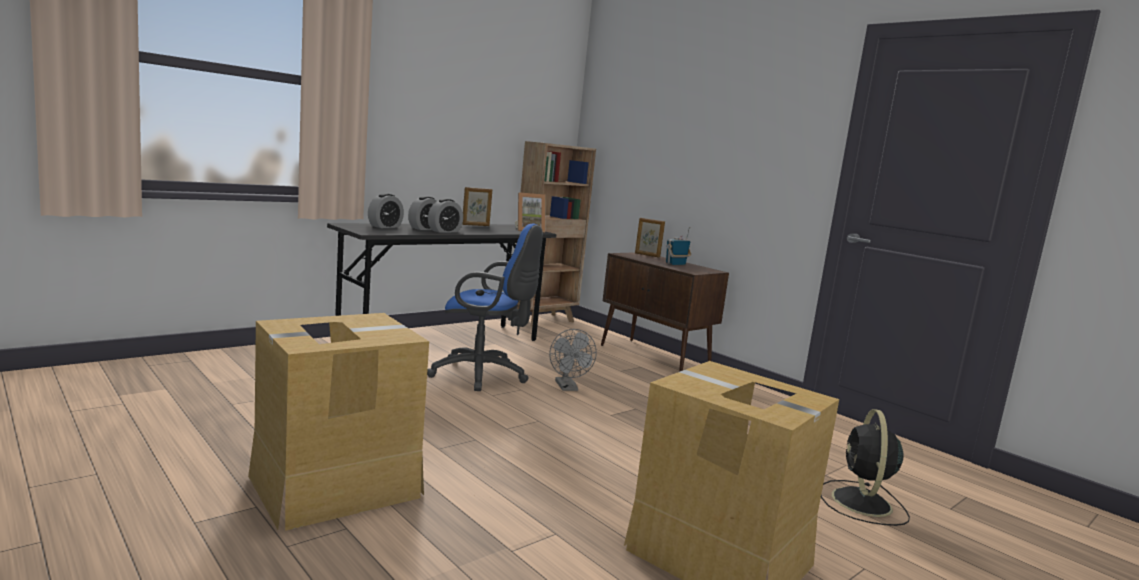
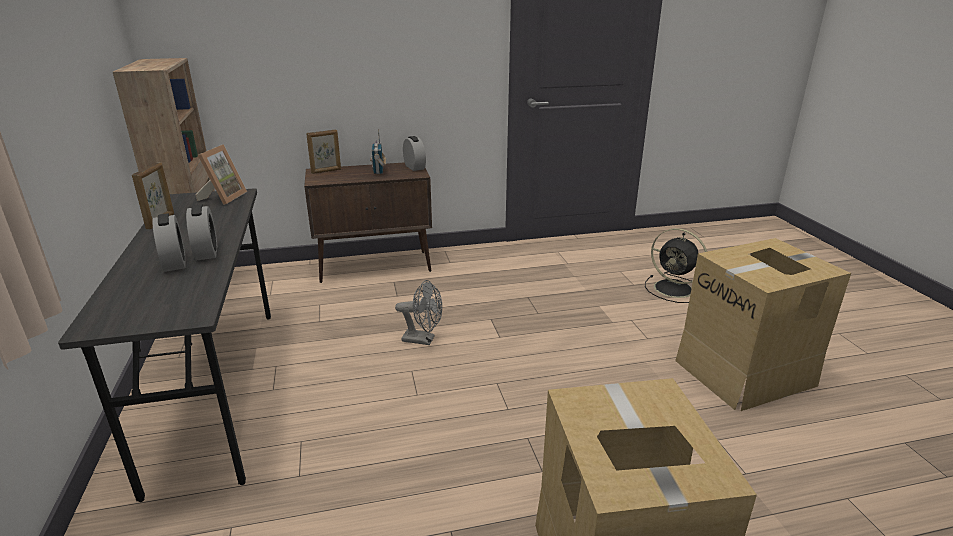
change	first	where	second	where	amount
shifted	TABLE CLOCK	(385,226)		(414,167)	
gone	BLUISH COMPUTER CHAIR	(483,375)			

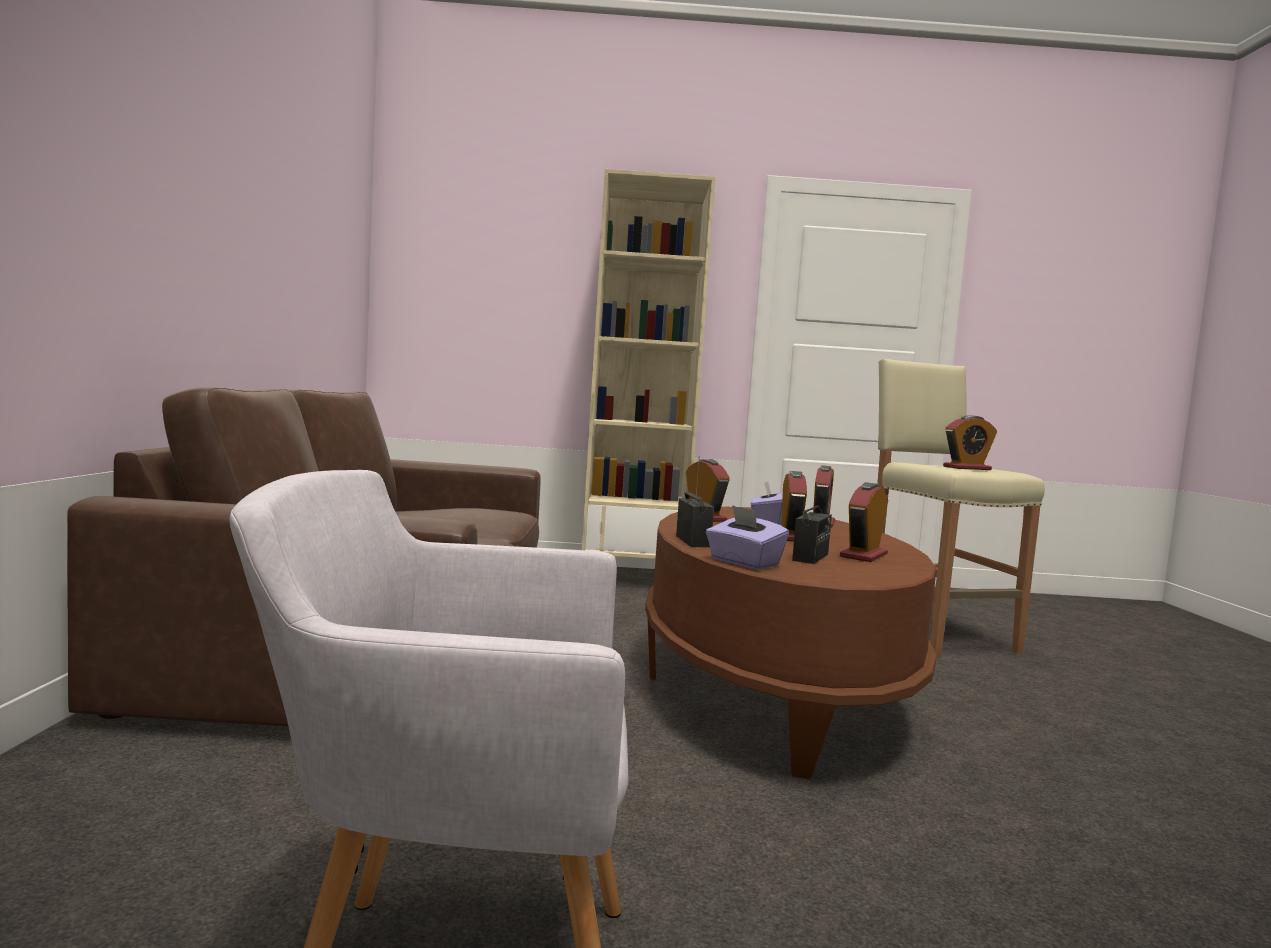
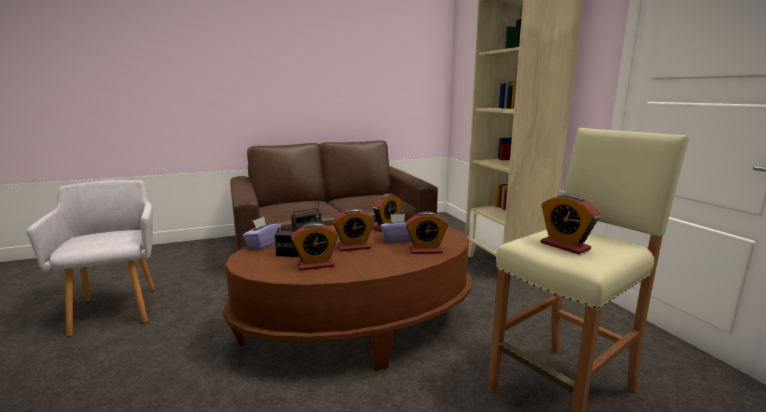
change	first	where	second	where	amount
rotated	TABLE CLOCK	(863,555)		(315,265)	150 degrees clockwise

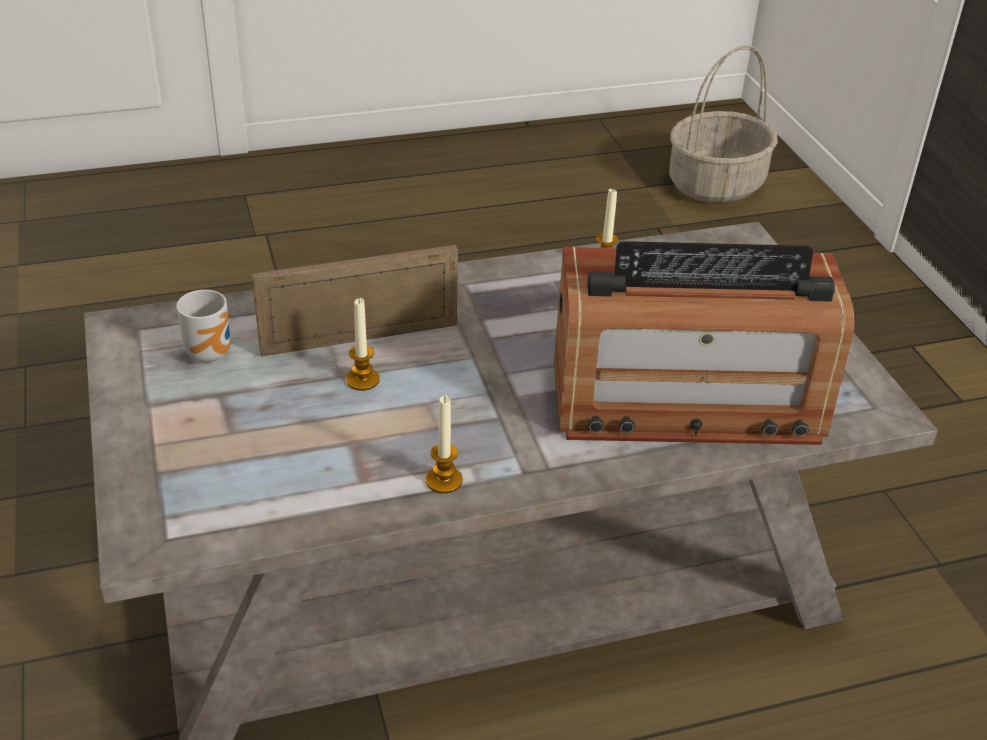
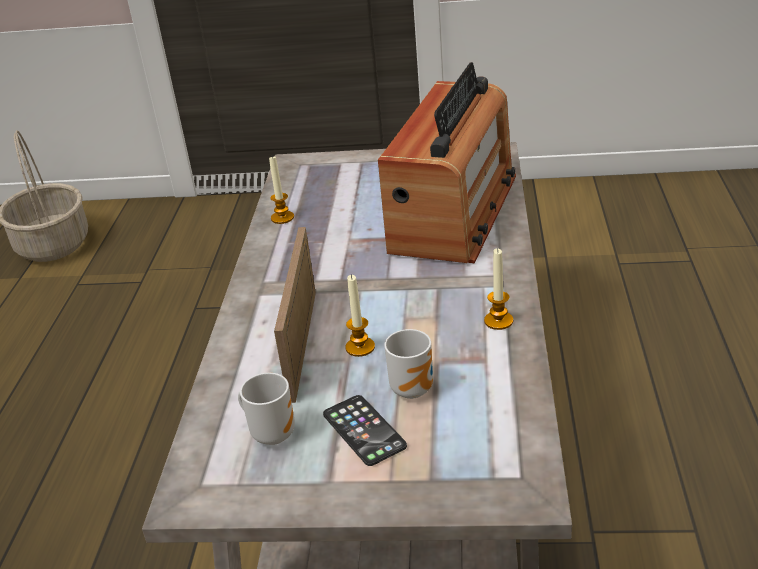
change	first	where	second	where	amount
new			TEA MUG	(414,388)	
new			PHONE	(364,430)	

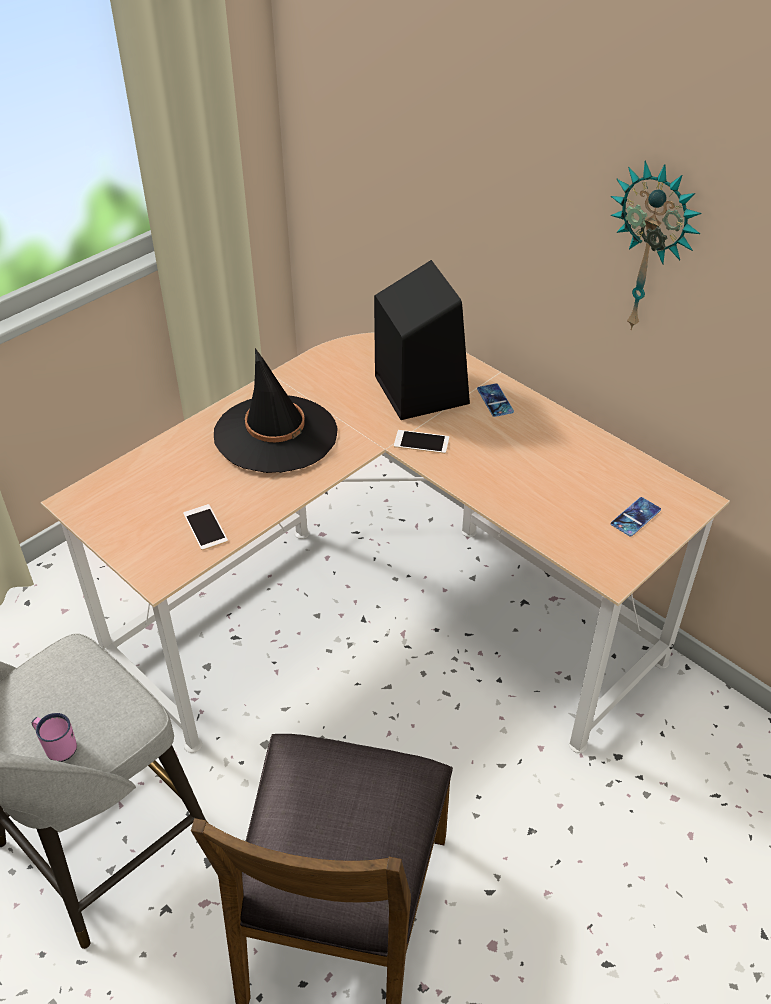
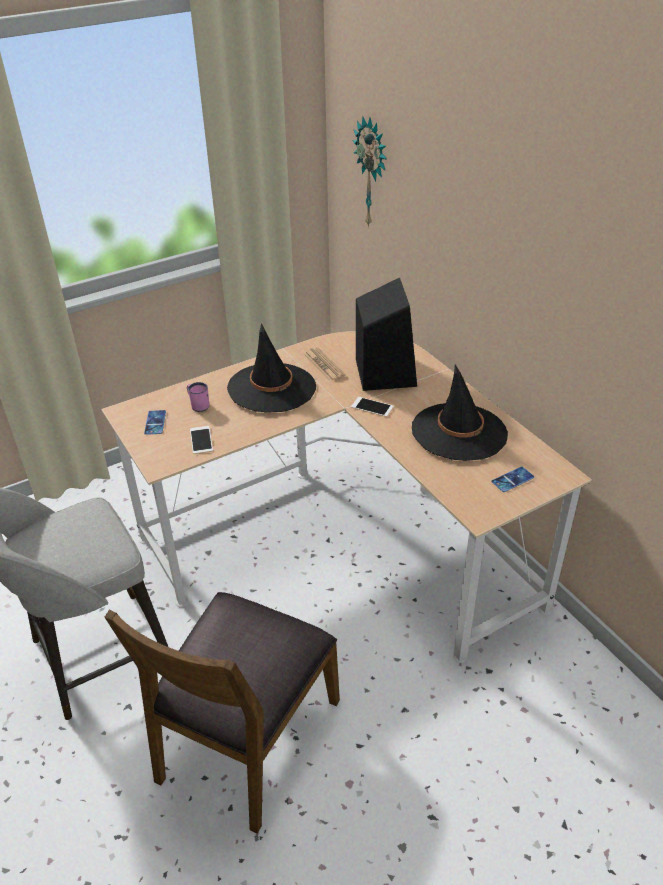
change	first	where	second	where	amount
shifted	HANGING CLOCK	(651,249)		(373,173)	
shifted	PHONE	(495,400)		(155,422)	
shifted	PINKISH TEA MUG	(57,746)		(198,405)	
new			PRINTED PAPER	(324,365)	
new			BLACK-COLOURED WEARABLE HAT	(459,432)	

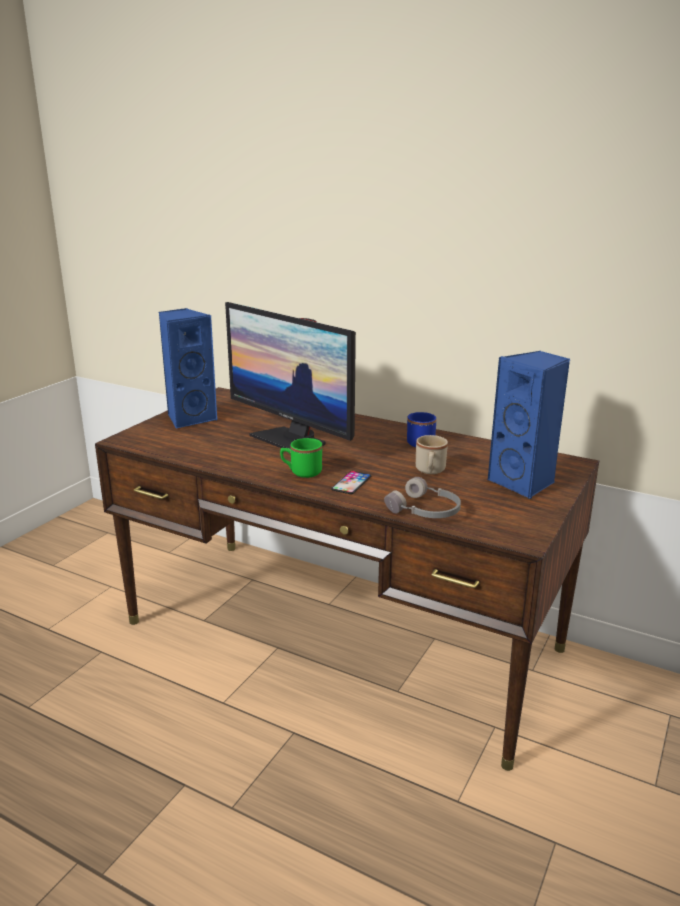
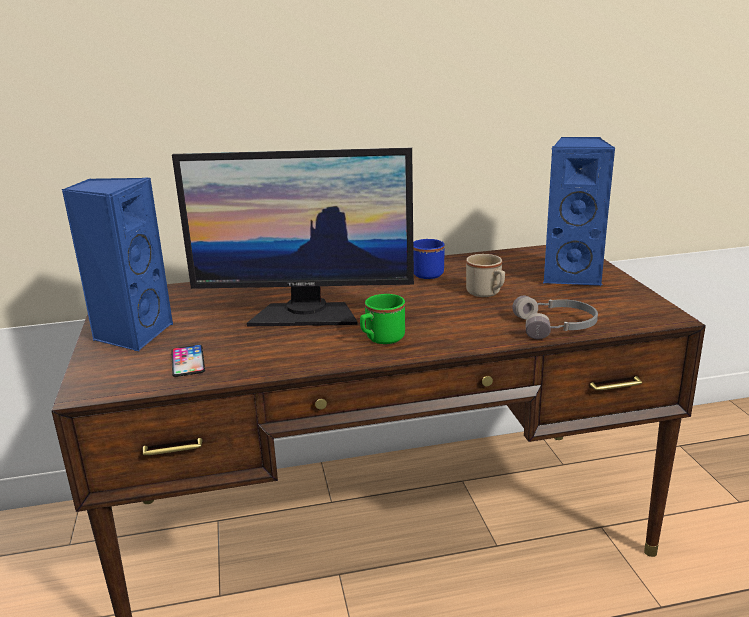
change	first	where	second	where	amount
shifted	PHONE	(351,483)		(187,361)	

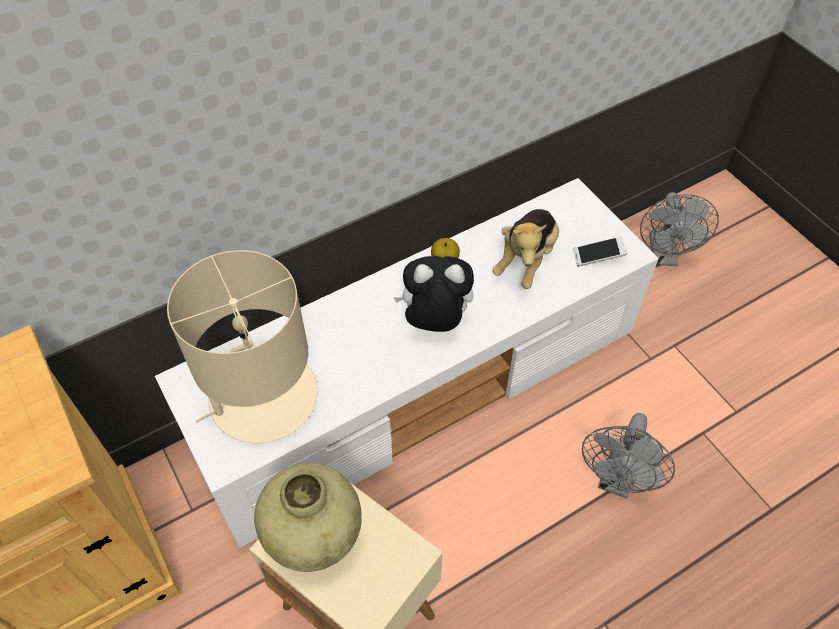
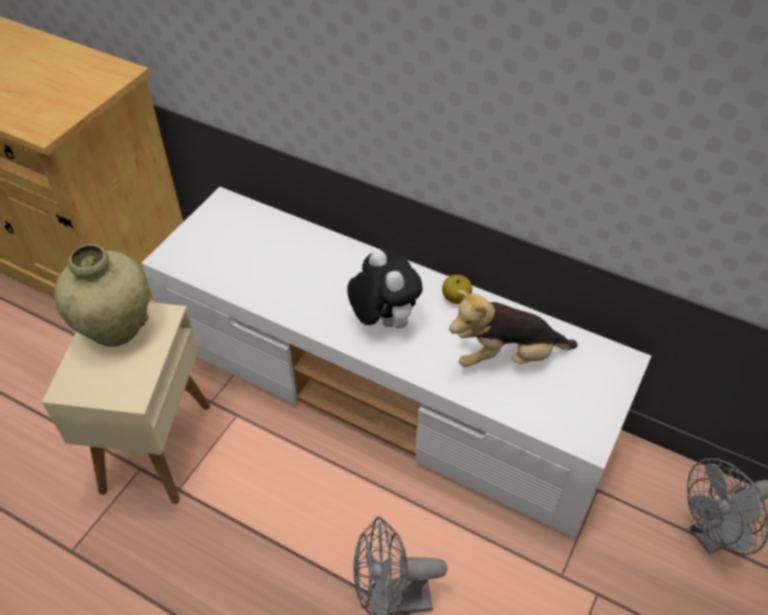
change	first	where	second	where	amount
gone	PHONE	(598,256)			
gone	SAND-COLOURED TABLE LAMP	(262,397)			

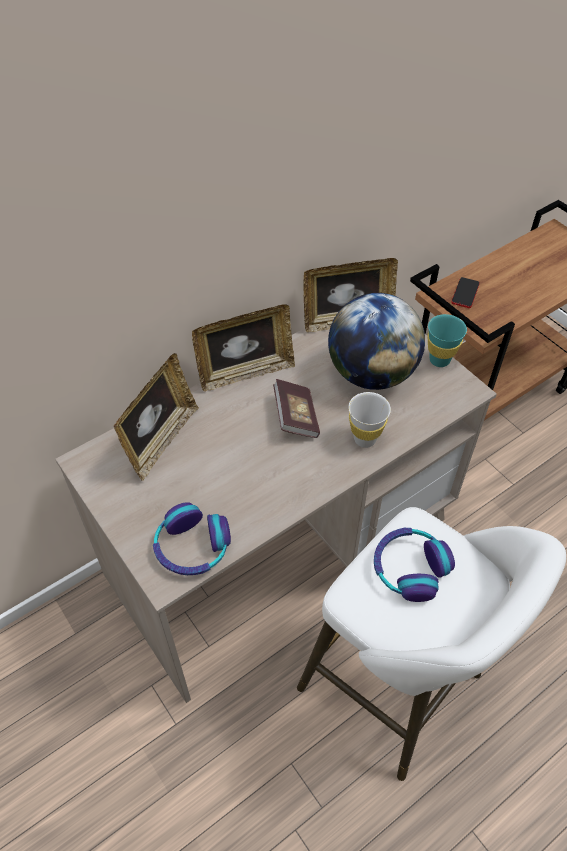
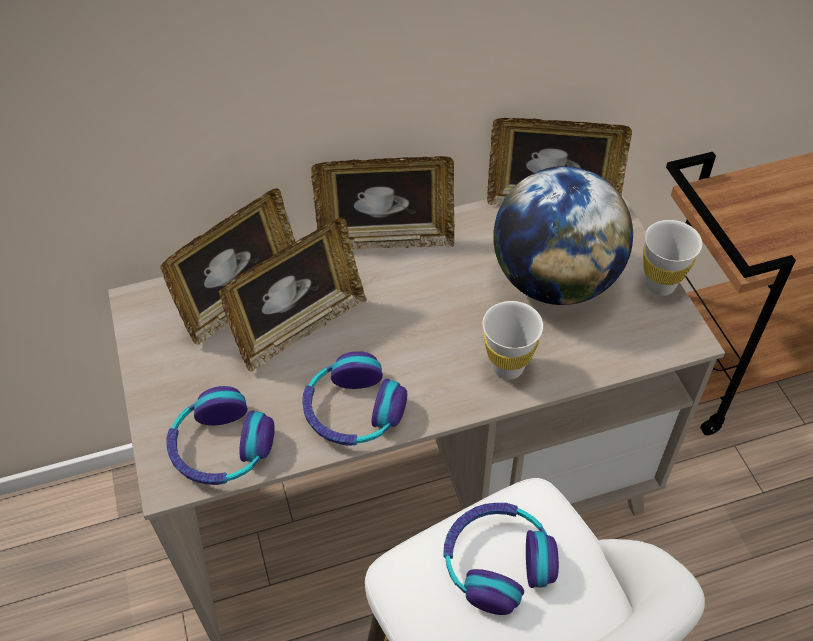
change	first	where	second	where	amount
gone	PHONE	(465,293)			
repainted	BLUE-GREEN CUP	(439,360)	WHITE CUP	(660,285)	
gone	BOUND BOOK	(296,417)			
new			STANDING FRAME	(299,327)	
new			HEADPHONES	(353,410)	

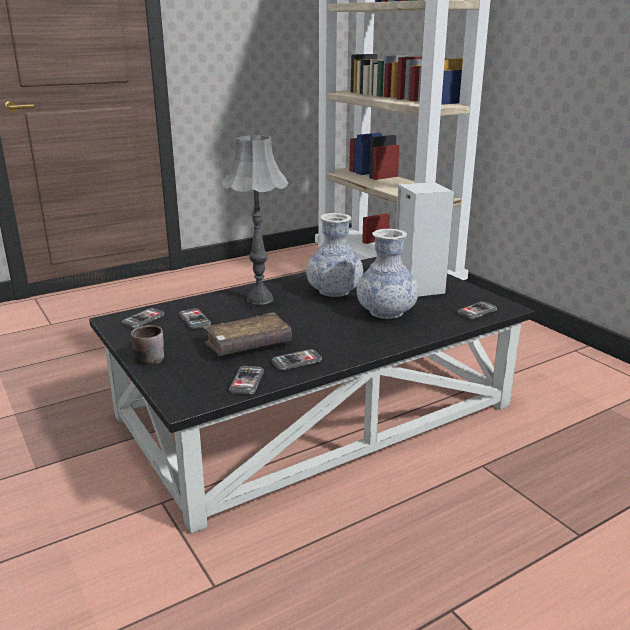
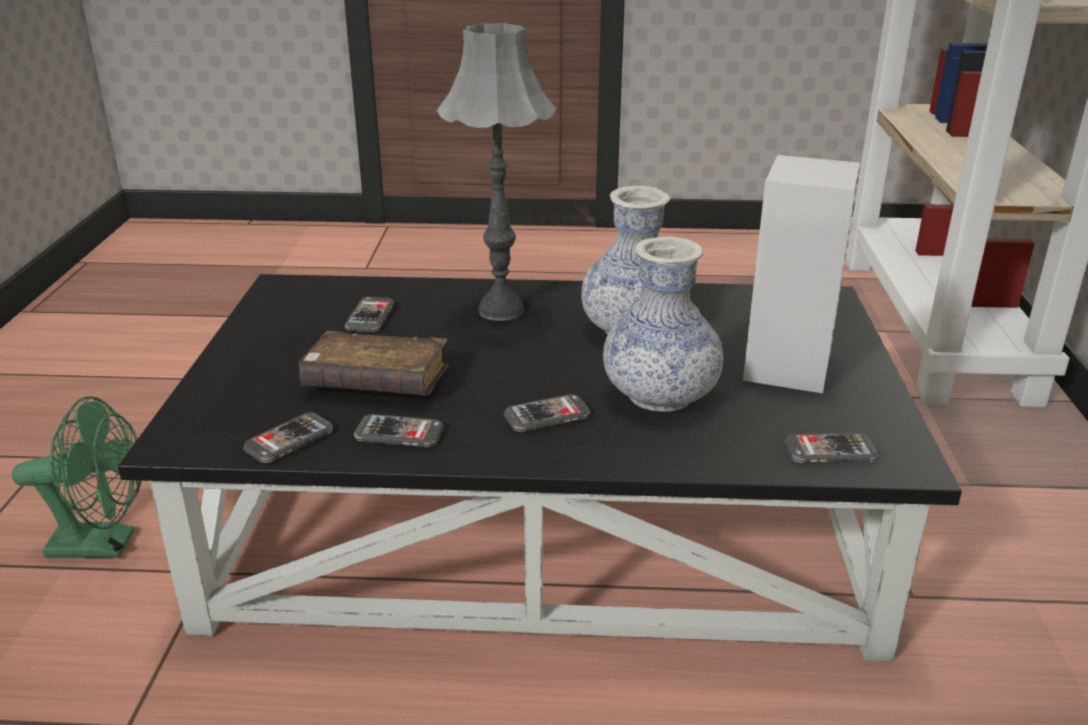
change	first	where	second	where	amount
shifted	PHONE	(143,319)		(547,416)	
gone	BROWNISH TEA MUG	(147,357)			
new			GREEN COOLING FAN	(105,544)	

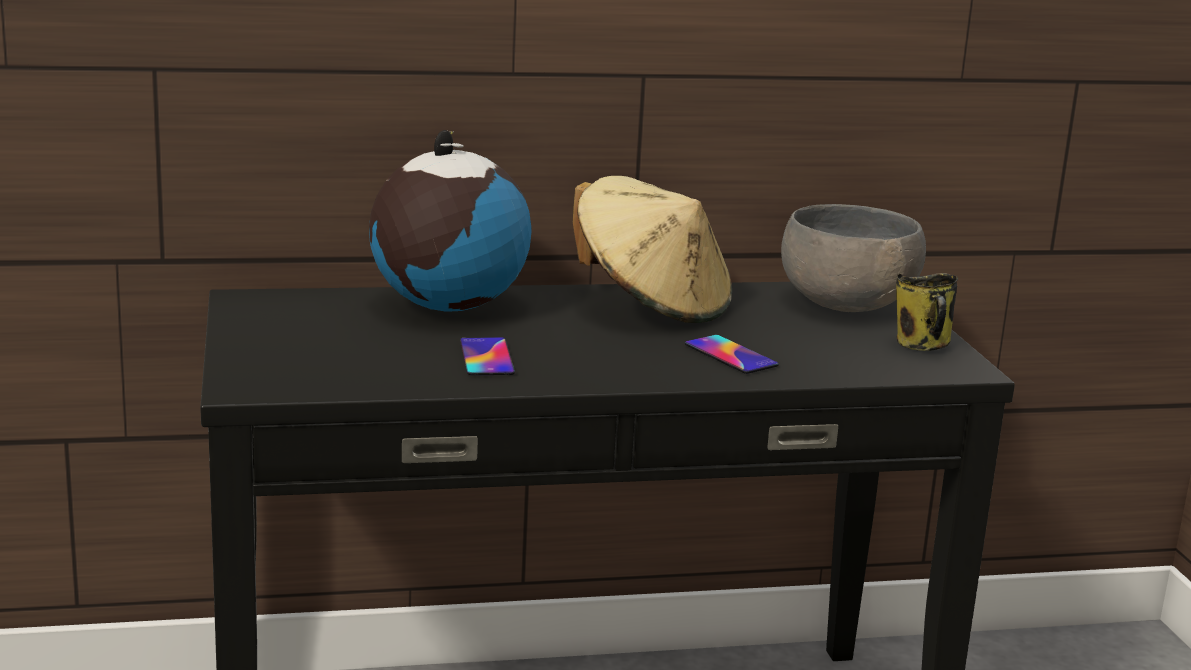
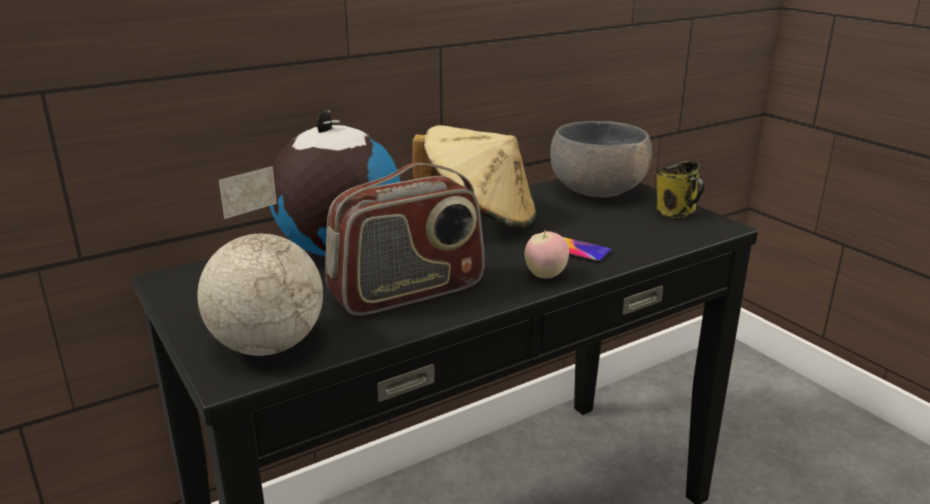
change	first	where	second	where	amount
swapped	PHONE	(486,357)	RADIO RECEIVER	(408,292)	
new			DESK GLOBE	(266,346)	
new			APPLE FRUIT	(545,275)	

